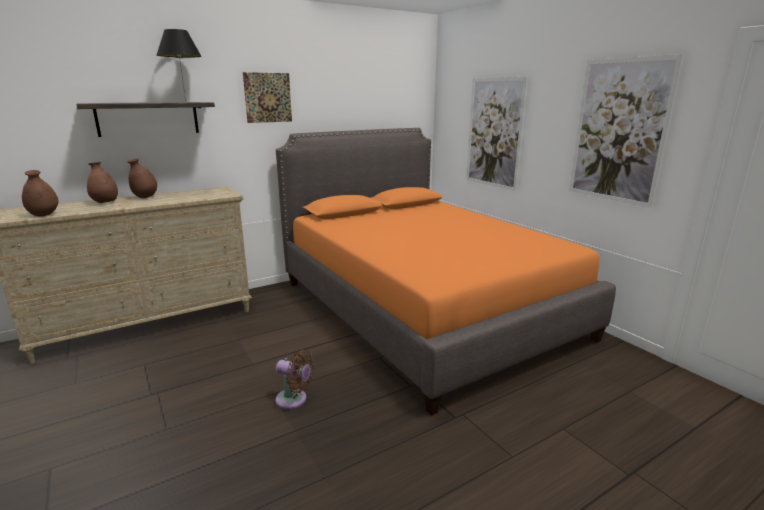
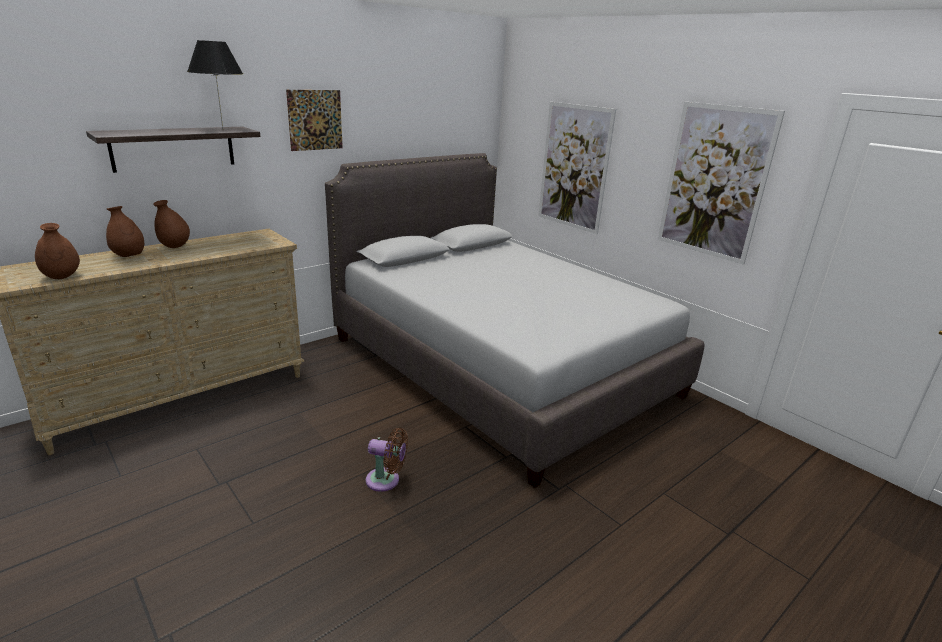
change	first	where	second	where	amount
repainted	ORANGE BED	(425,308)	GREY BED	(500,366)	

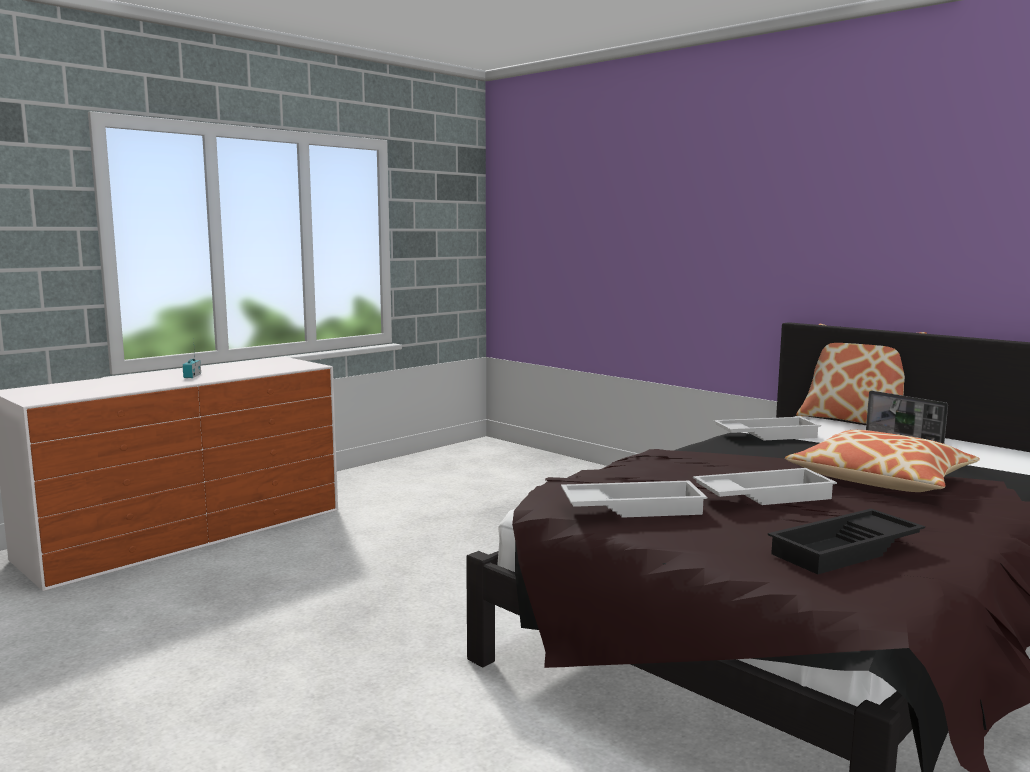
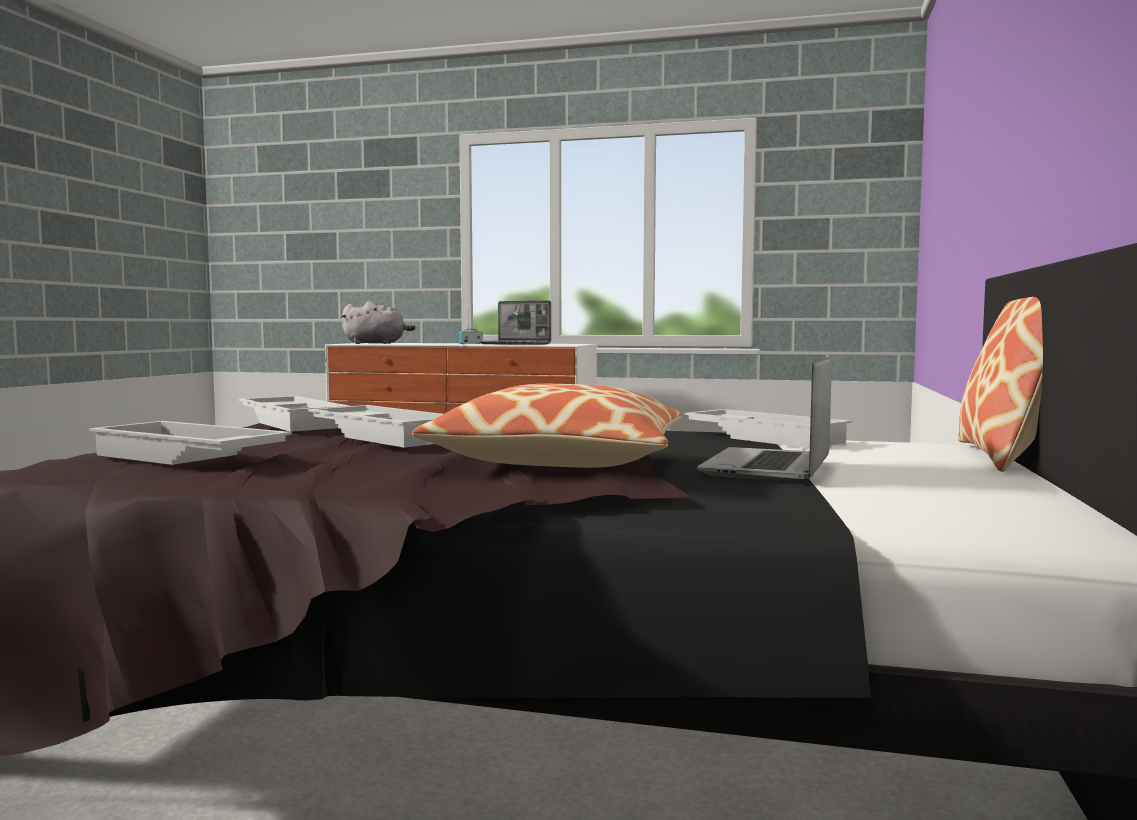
change	first	where	second	where	amount
repainted	BLACK-COLOURED TRAY	(846,551)	WHITE TRAY	(185,457)	
new			LAPTOP	(516,344)	
new			GREY CUDDLY TOY	(377,343)	

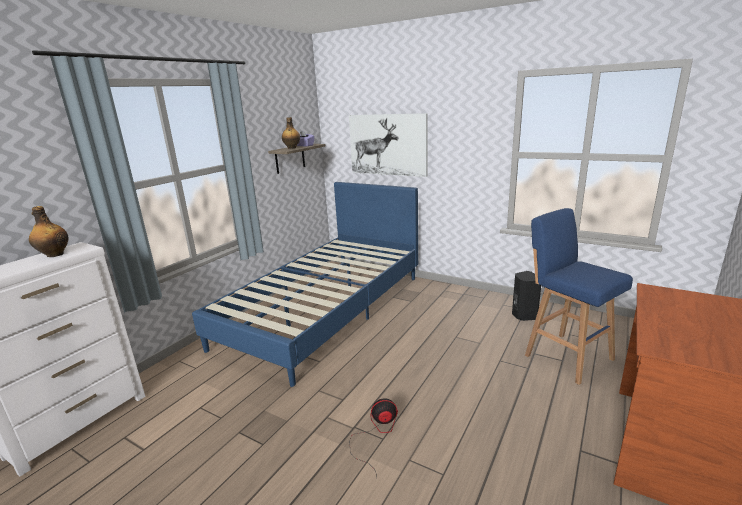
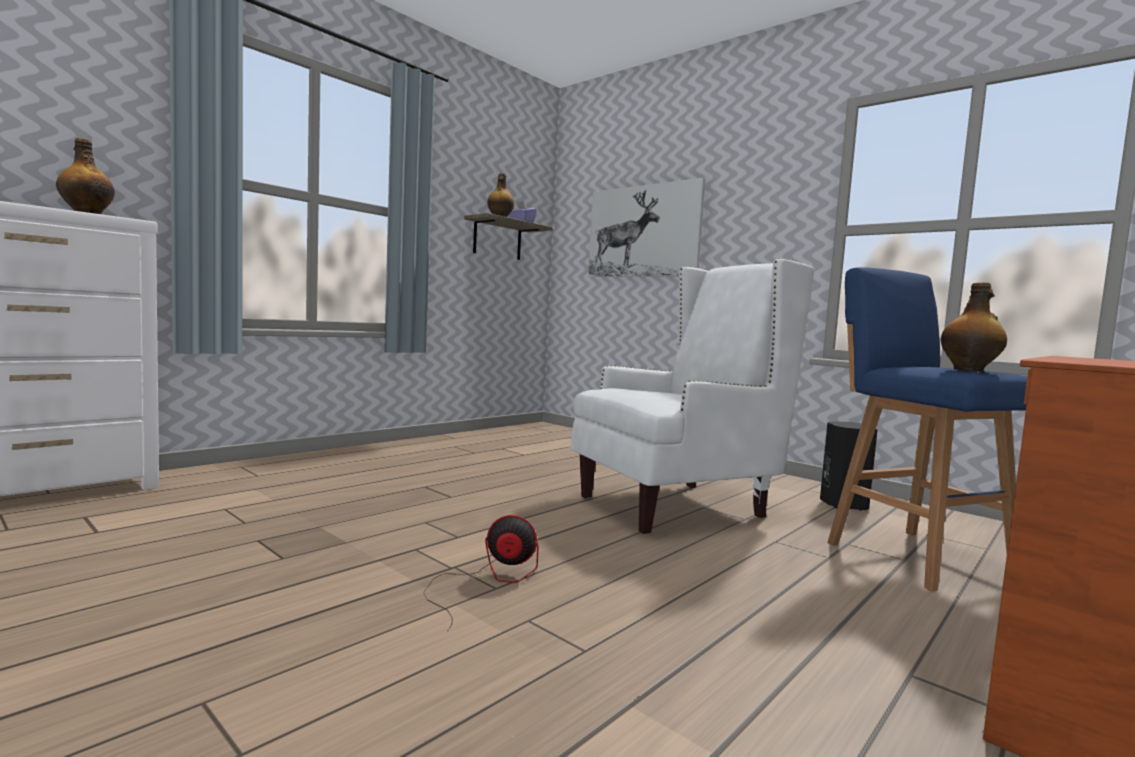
change	first	where	second	where	amount
gone	BLUISH BED	(325,309)			
new			WHITE LOUNGE CHAIR	(673,506)	
new			DRINK BOTTLE	(969,370)	

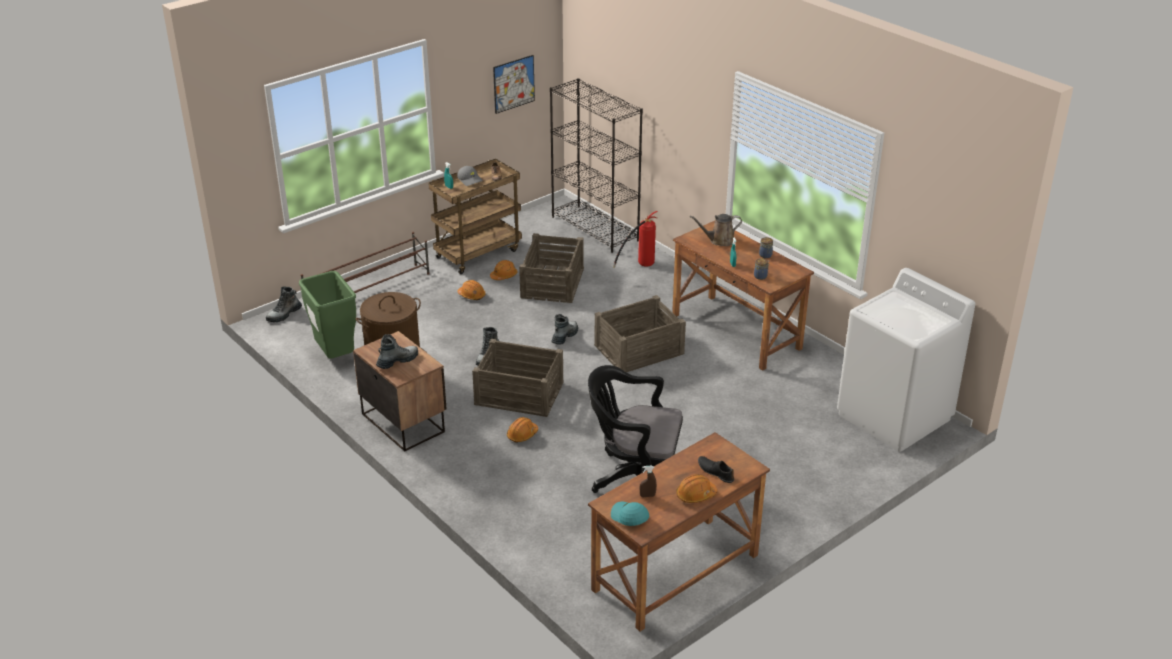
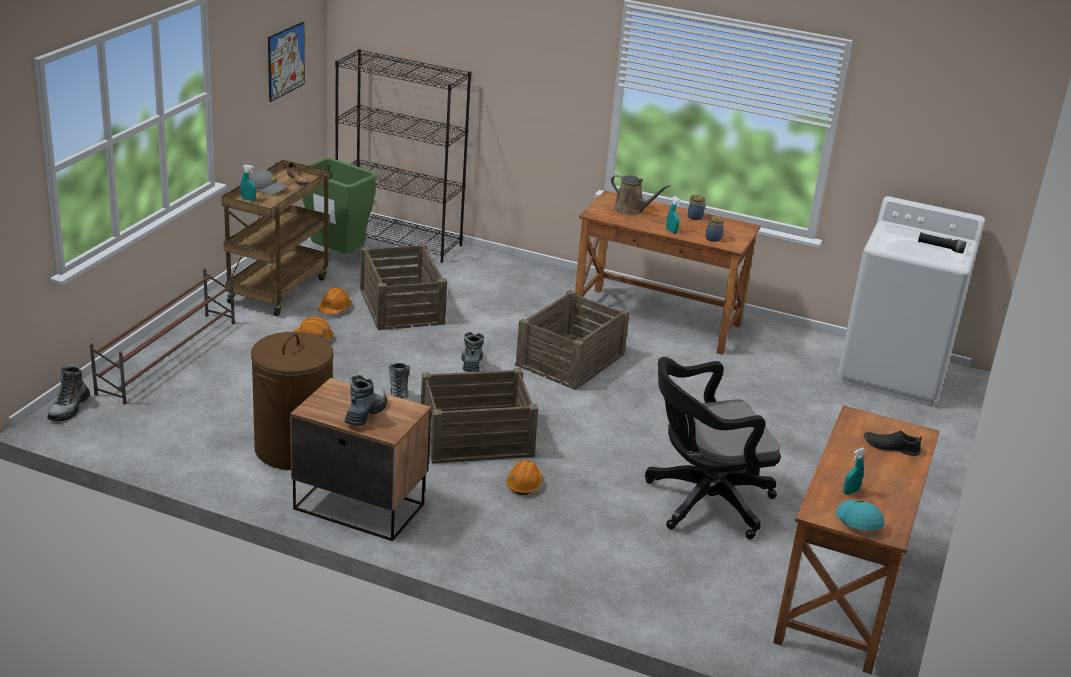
change	first	where	second	where	amount
gone	FIRE-FIGHTING CYLINDER	(639,266)			
rotated	BROWNISH WATERING POT	(719,240)		(631,210)	105 degrees counterclockwise
shifted	GREEN WASTE BIN	(335,356)		(337,256)	
repainted	BROWNISH SPRAY BOTTLE	(647,496)	BLUE-GREEN SPRAY BOTTLE	(850,492)	
gone	ORANGE WORK HELMET	(695,495)			
rotated	BLUE-GREEN CAP	(629,517)		(858,521)	60 degrees clockwise
new			BLACK-COLOURED HAND TORCH	(940,248)	

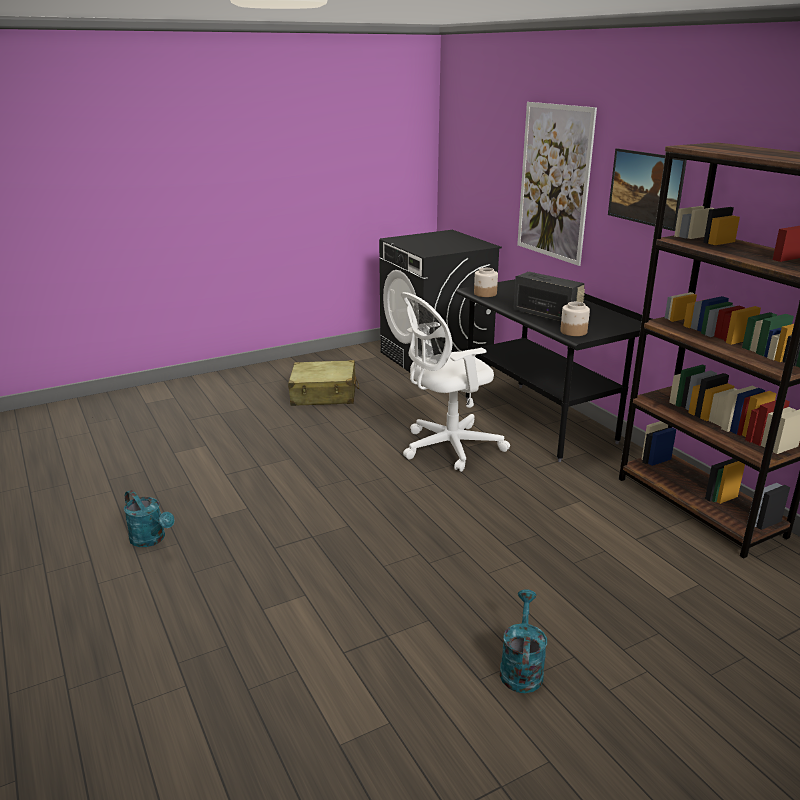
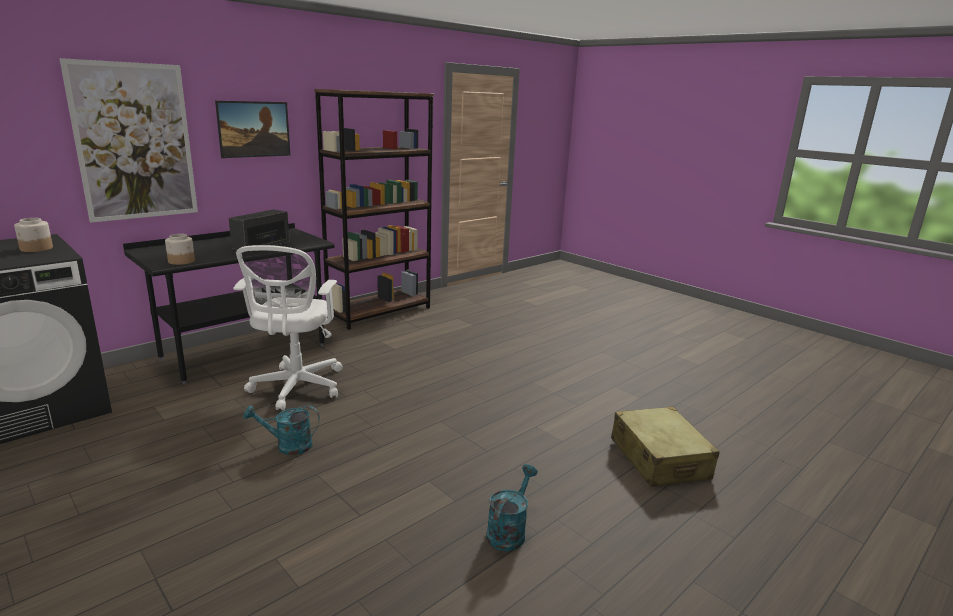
change	first	where	second	where	amount
rotated	WHITE COMPUTER CHAIR	(447,448)		(296,388)	45 degrees clockwise
shifted	JAR	(573,332)		(36,249)	
shifted	SAND-COLOURED PIECE OF LUGGAGE	(324,394)		(659,459)	
shifted	BLUE-GREEN WATERING POT	(521,667)		(287,446)	

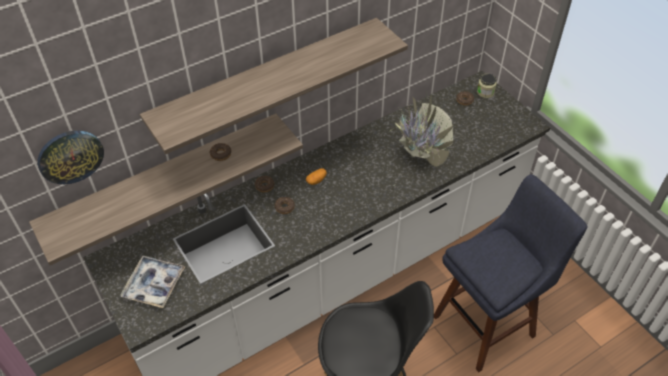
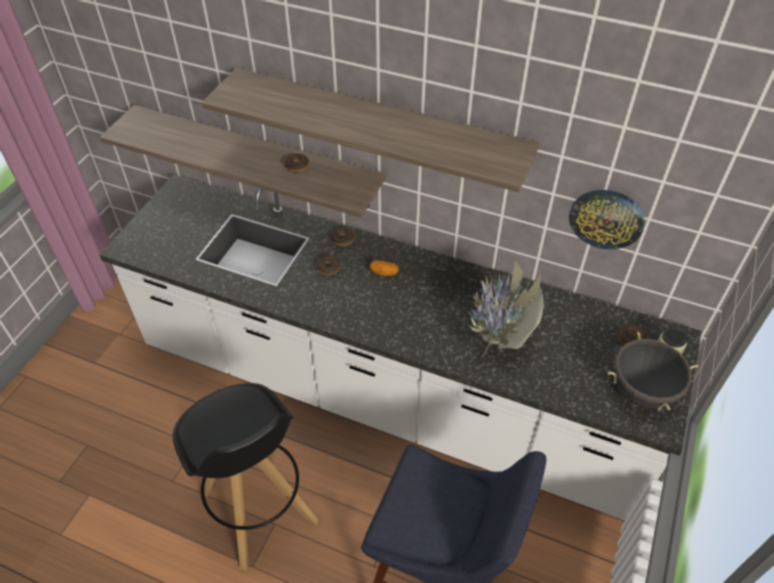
change	first	where	second	where	amount
shifted	HANGING CLOCK	(70,156)		(606,218)	
gone	TRAY	(154,285)			
new			BLACK-COLOURED SAUCEPOT	(642,390)	

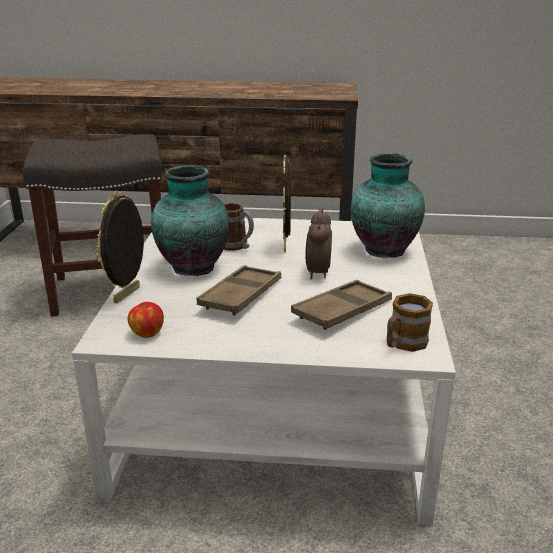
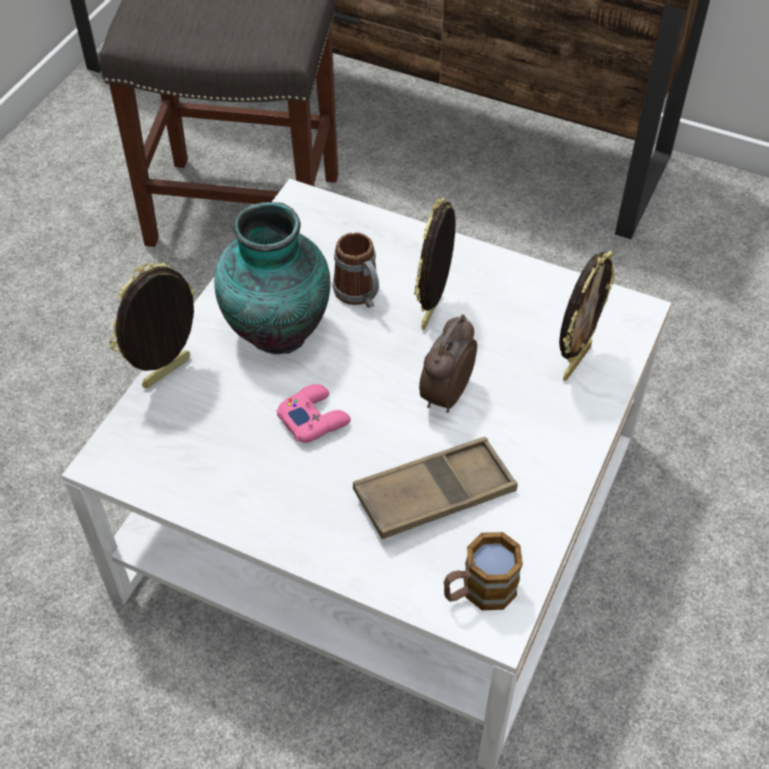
change	first	where	second	where	amount
swapped	VASE	(383,249)	STANDING FRAME	(575,361)	
swapped	BROWNISH TRAY	(241,296)	PINKISH GAMEPAD	(314,418)	
gone	APPLE FRUIT	(147,333)			

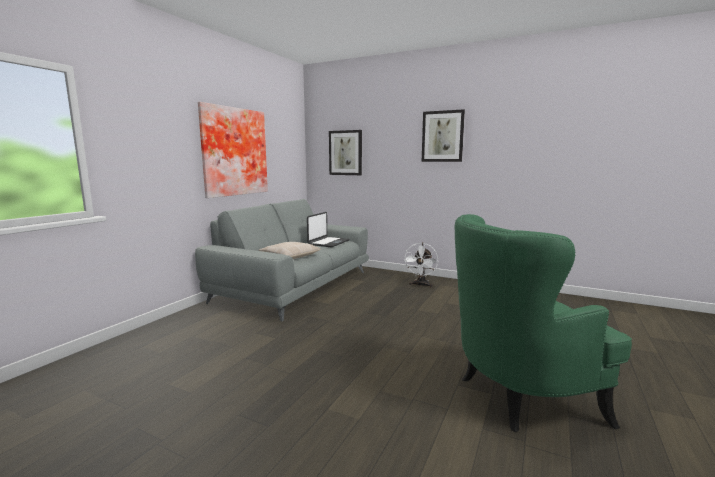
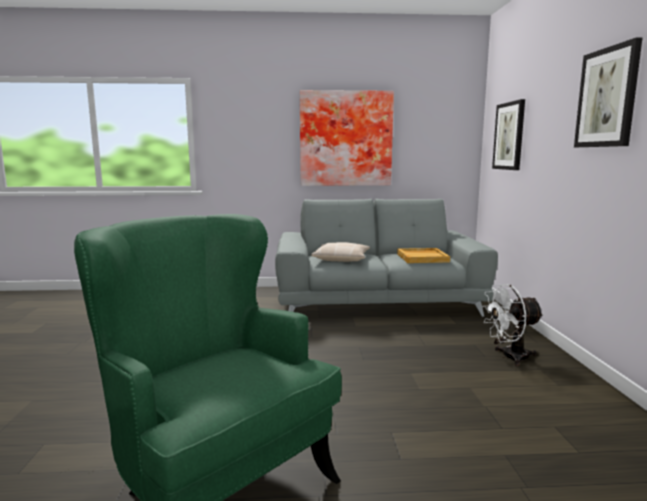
change	first	where	second	where	amount
swapped	LAPTOP	(328,242)	SAND-COLOURED TRAY	(422,258)	

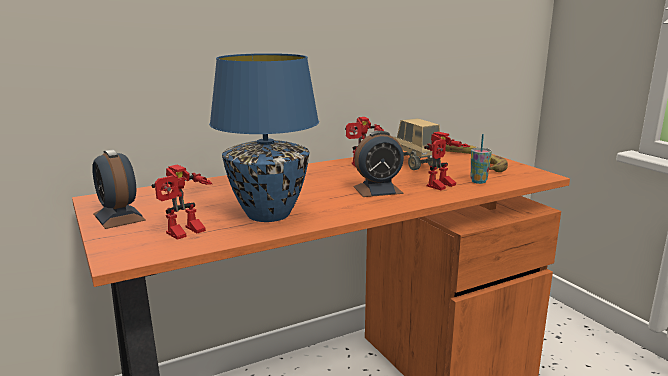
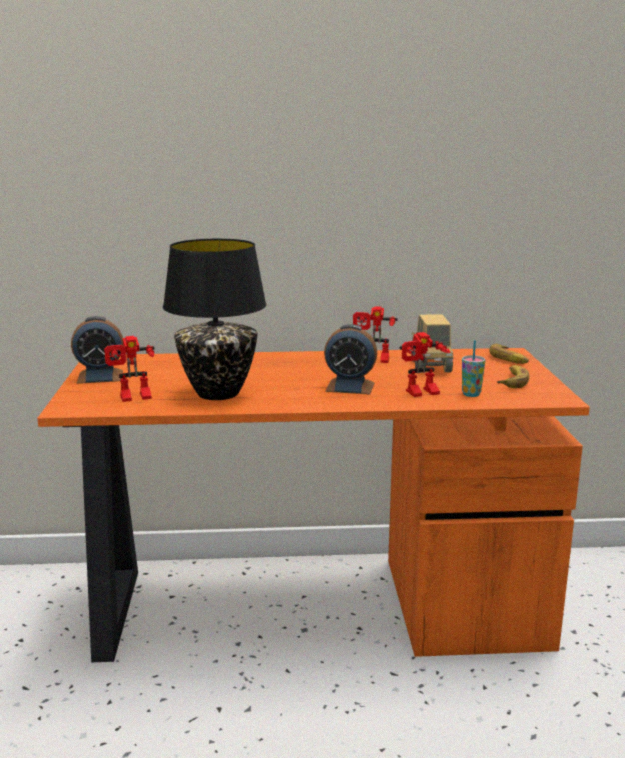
change	first	where	second	where	amount
repainted	BLUISH TABLE LAMP	(268,215)	BLACK-COLOURED TABLE LAMP	(218,394)	
rotated	TABLE CLOCK	(119,217)		(100,377)	90 degrees counterclockwise

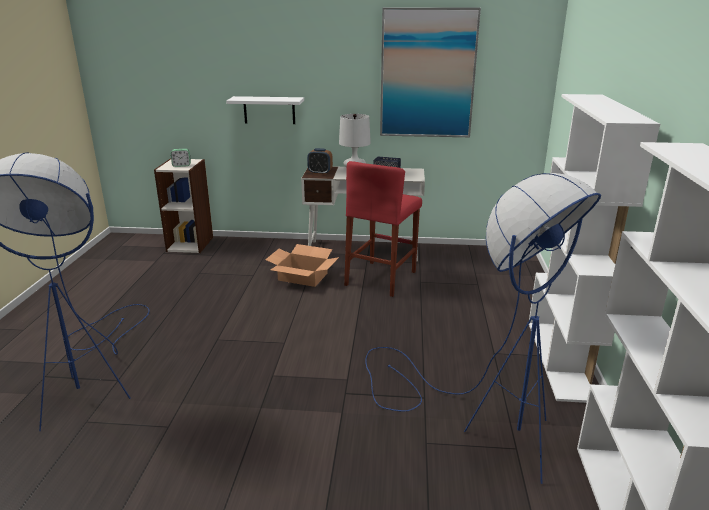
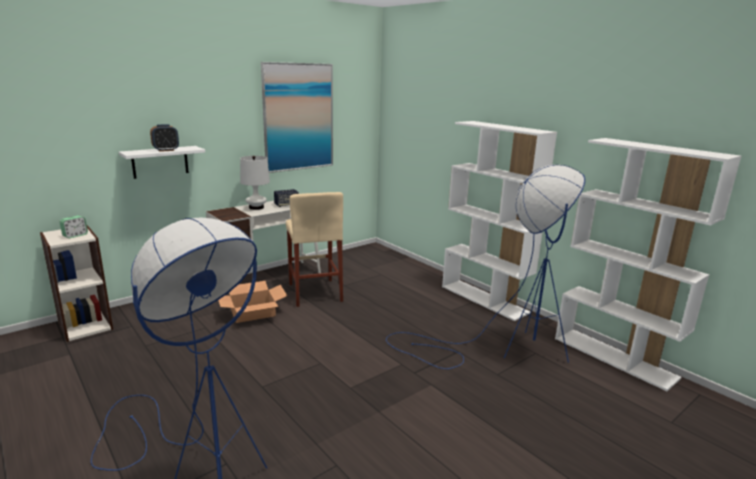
change	first	where	second	where	amount
shifted	TABLE CLOCK	(320,173)		(166,150)	
repainted	REDDISH STOOL SEAT	(381,278)	SAND-COLOURED STOOL SEAT	(315,292)	

